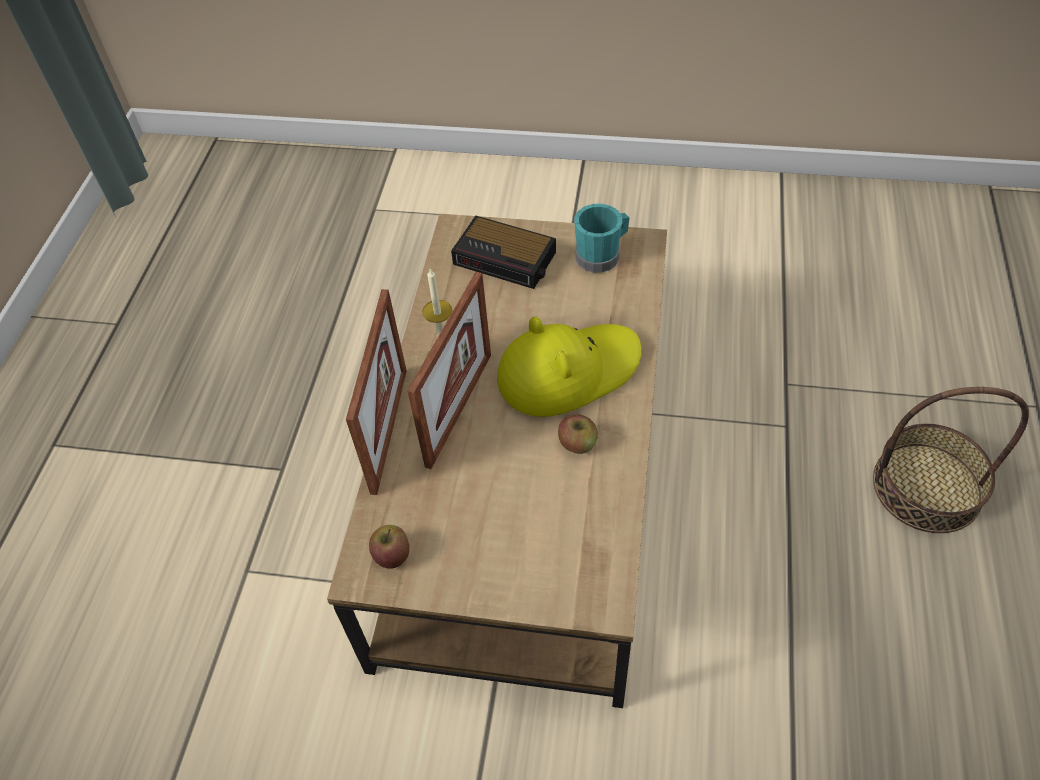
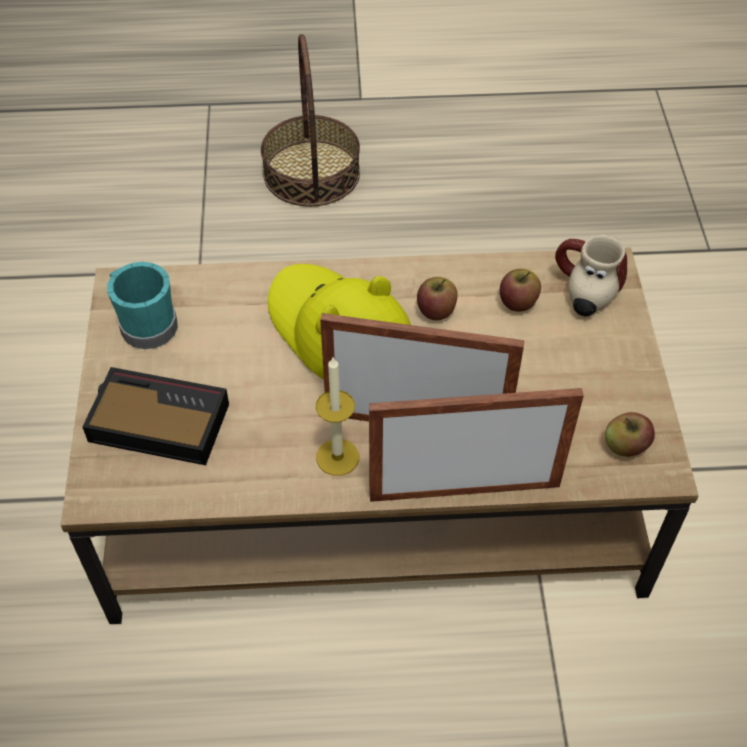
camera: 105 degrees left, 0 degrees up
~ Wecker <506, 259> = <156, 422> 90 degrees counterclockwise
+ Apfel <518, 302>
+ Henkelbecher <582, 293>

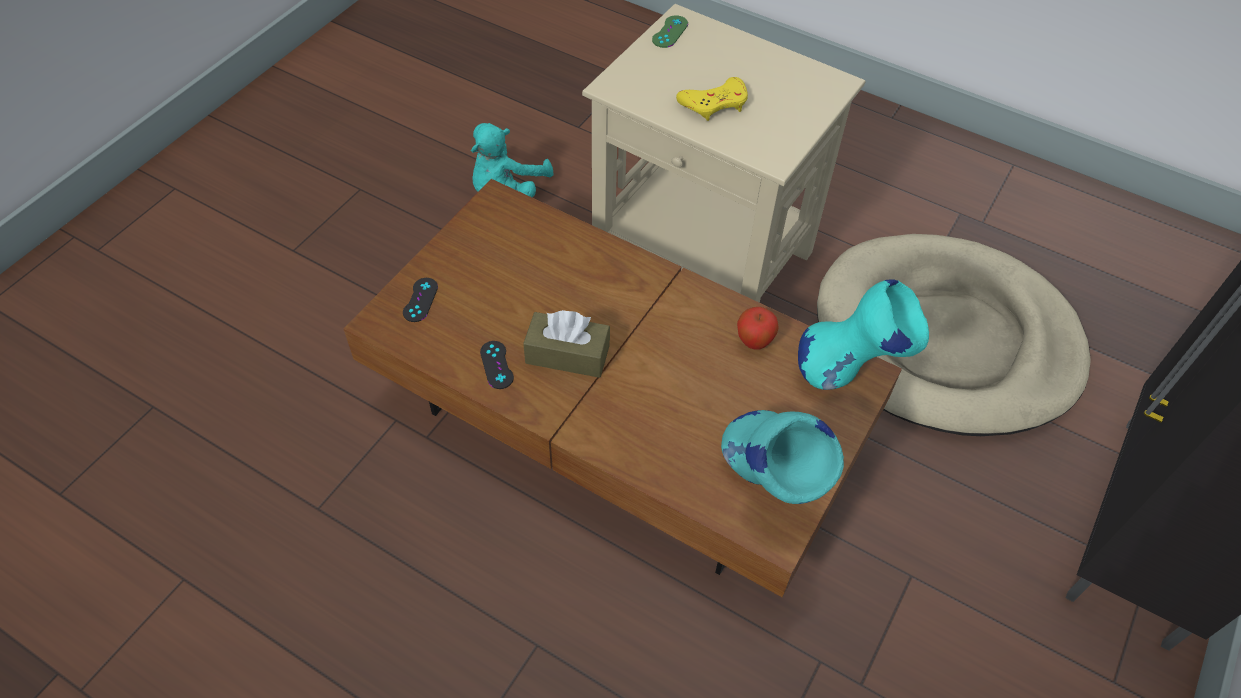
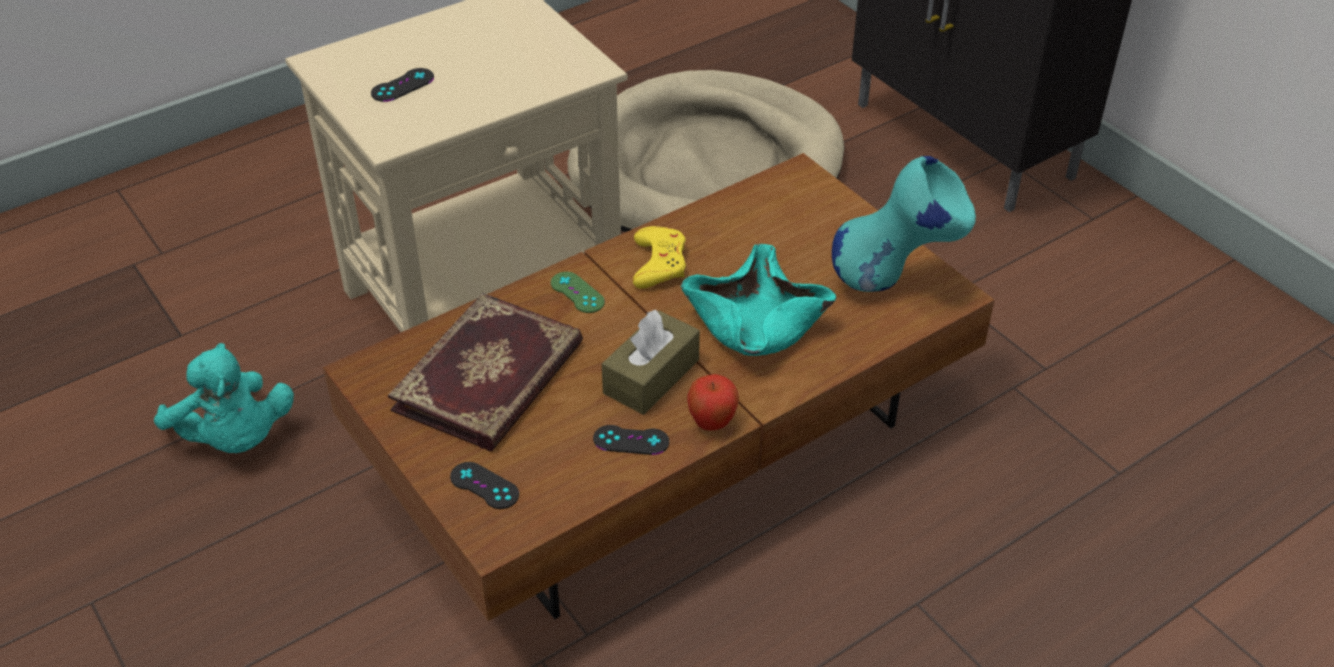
camera: 65 degrees left, 10 degrees down
+ Gamepad (schwarz) <402, 85>
+ Buch <491, 378>
~ Gamepad (grün) <670, 32> to <577, 293>
~ Gamepad (gelb) <714, 103> to <659, 263>
+ Schüssel (türkis) <755, 325>
~ Apfel <754, 342> to <712, 423>
- Vase (türkis) <850, 374>

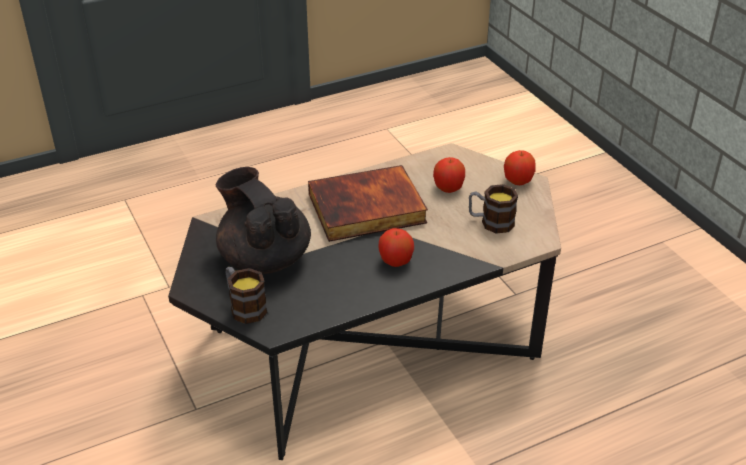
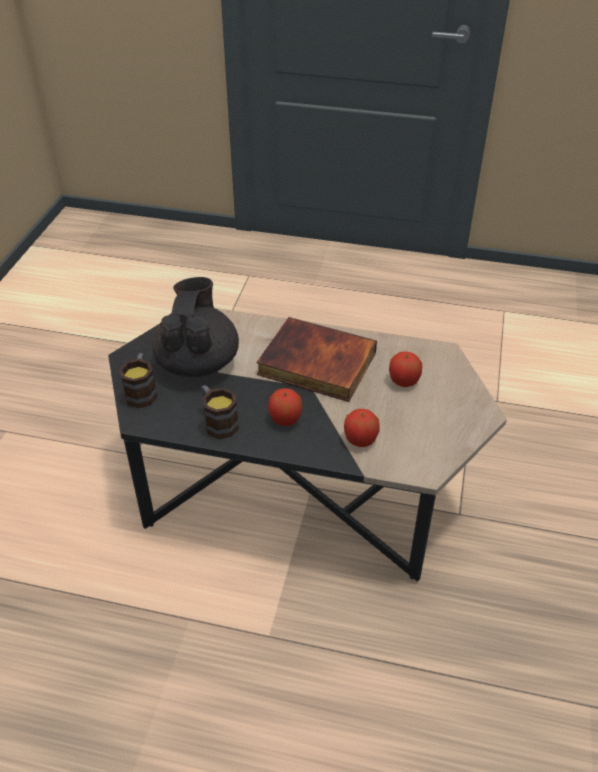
camera: 40 degrees right, 5 degrees up
~ Henkelbecher <490, 222> to <218, 422>
~ Apfel <518, 181> to <360, 440>

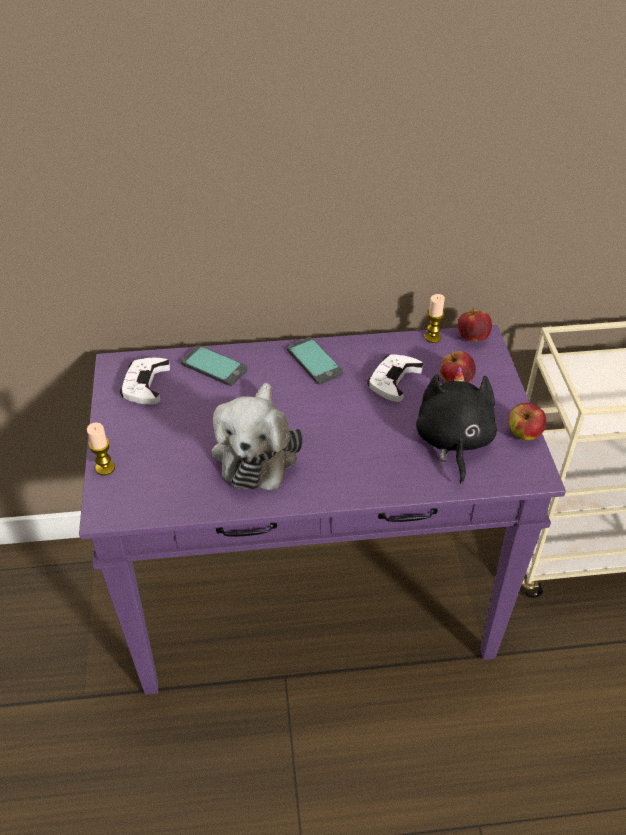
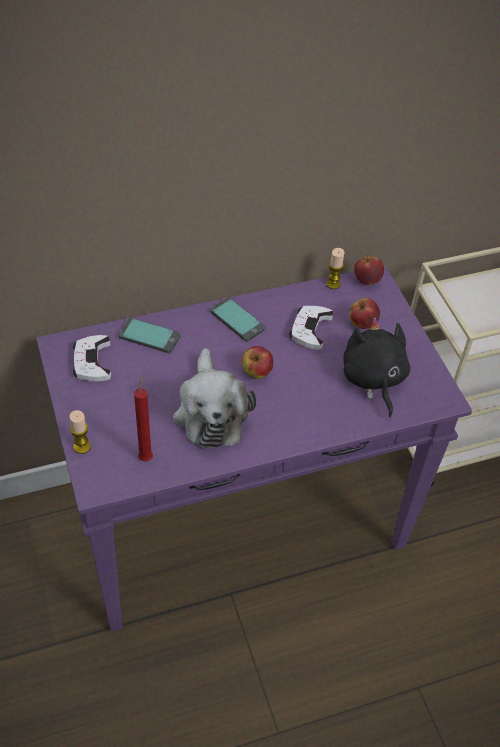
camera: 15 degrees left, 5 degrees up
+ Kerze (rot) <146, 457>
~ Apfel <523, 434> to <256, 372>

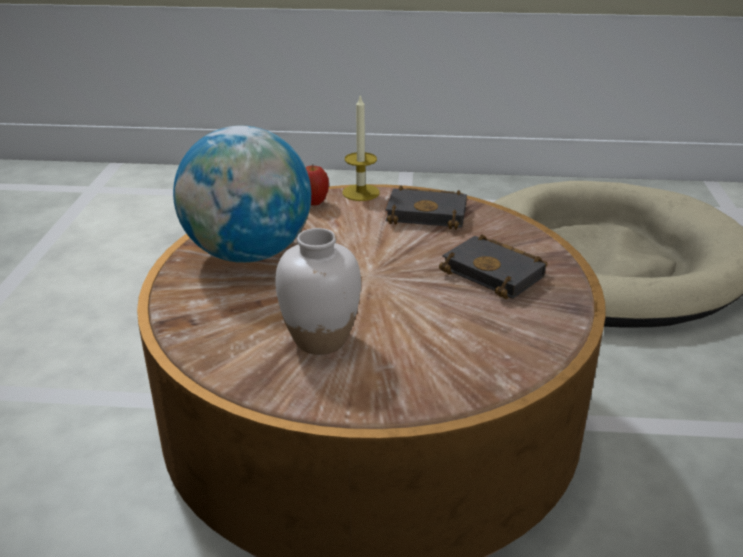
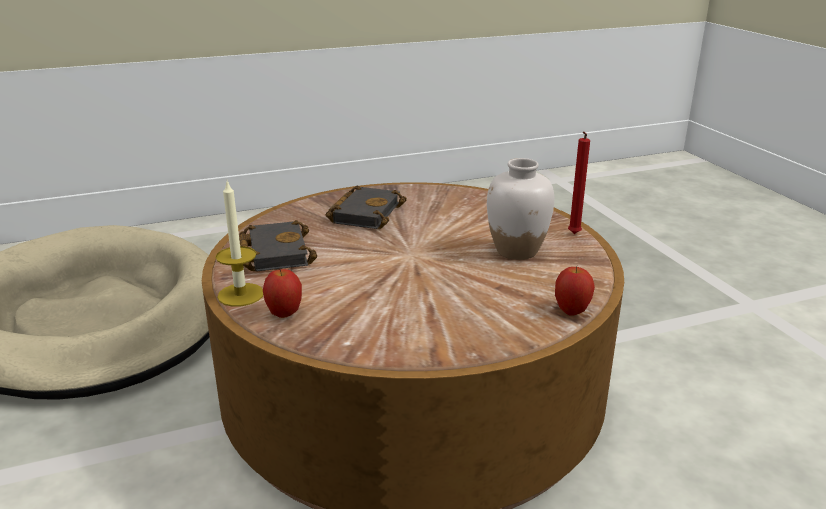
camera: 115 degrees left, 5 degrees down
+ Apfel <571, 311>
+ Kerze (rot) <573, 234>
- Globus <248, 253>

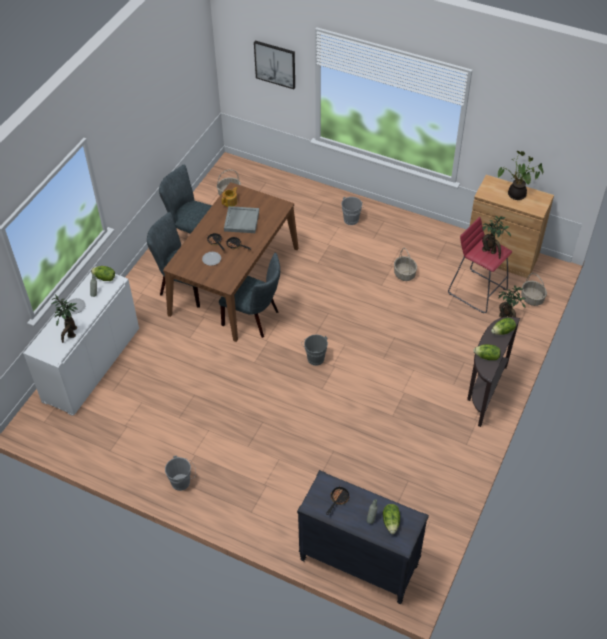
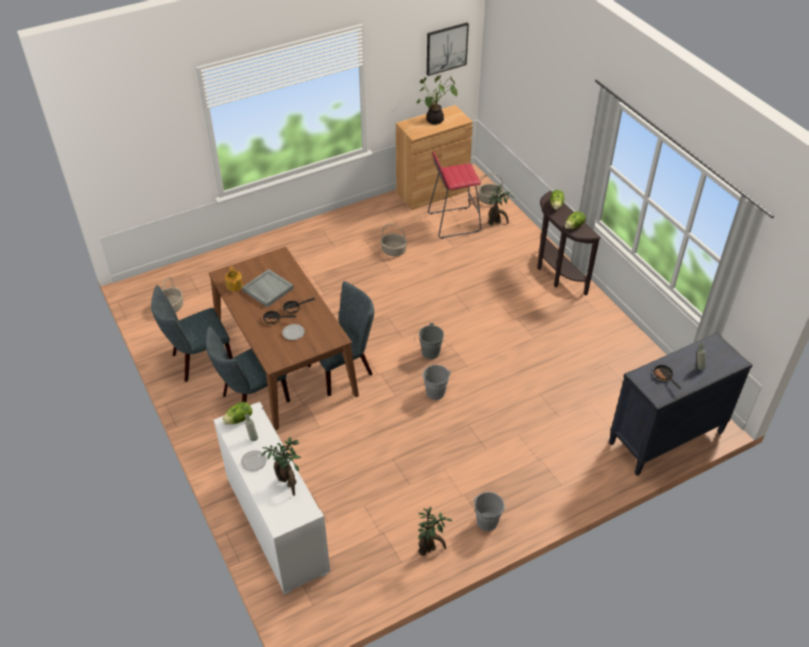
camera: 55 degrees left, 5 degrees down
~ Topfpflanze <490, 252> to <430, 549>
~ Eimer (grau) <352, 219> to <435, 391>
~ Bild <275, 64> to <446, 48>
- Salatkopf <391, 522>

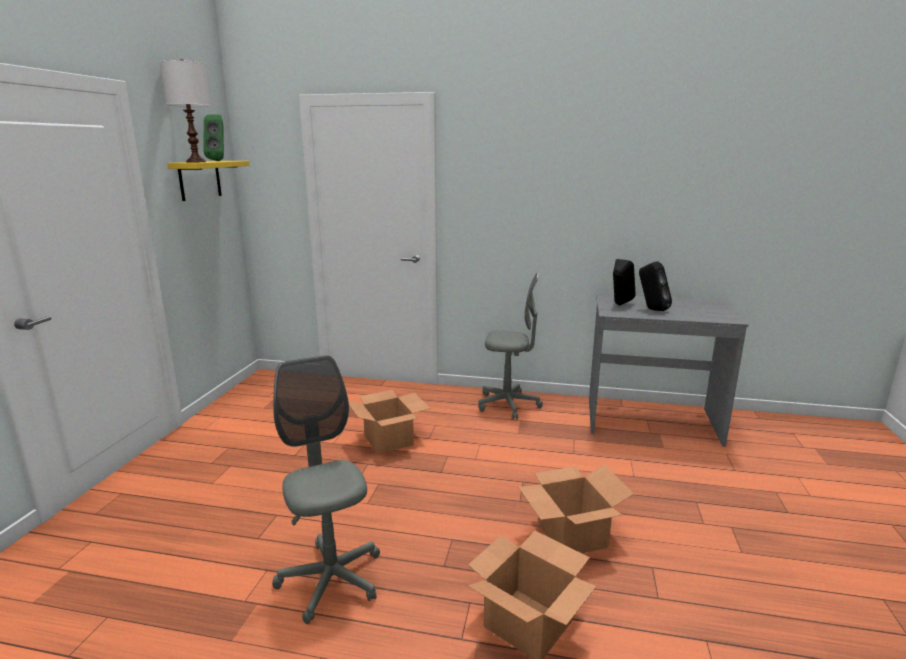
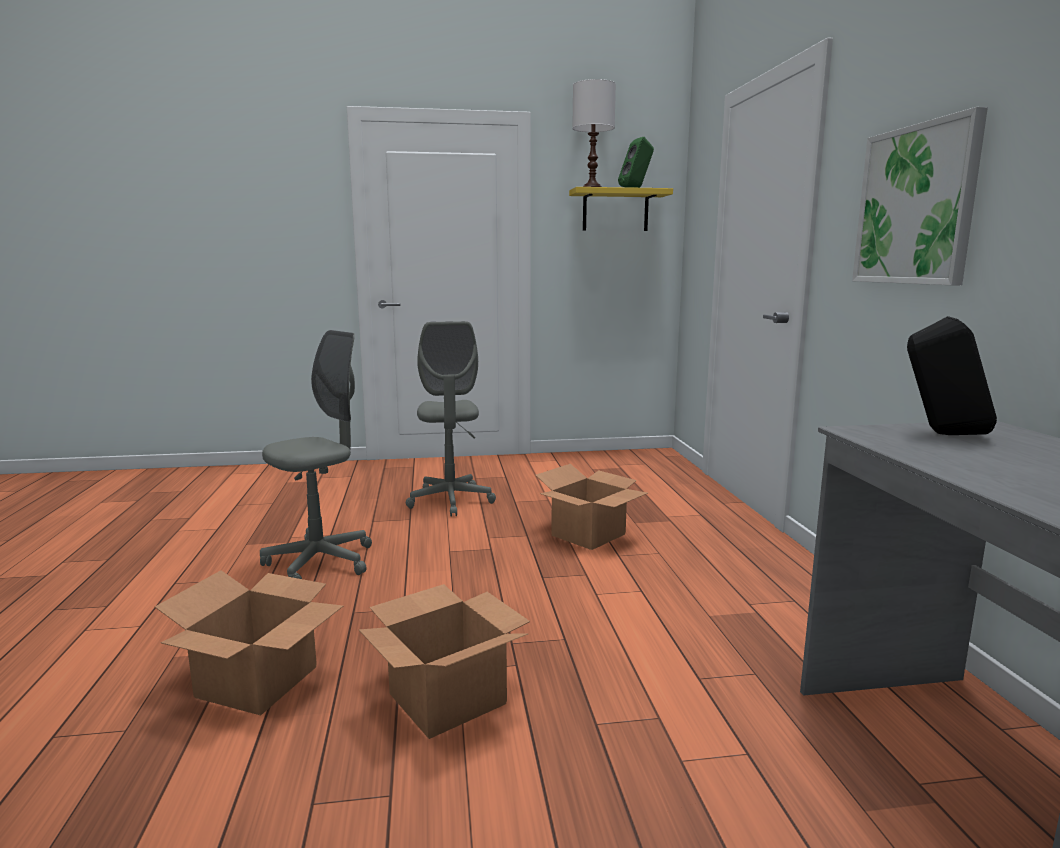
camera: 70 degrees right, 5 degrees down
~ Bürostuhl (grau) <508, 405> to <450, 501>
+ Bild <916, 205>
- Lautsprecher (schwarz) <651, 309>

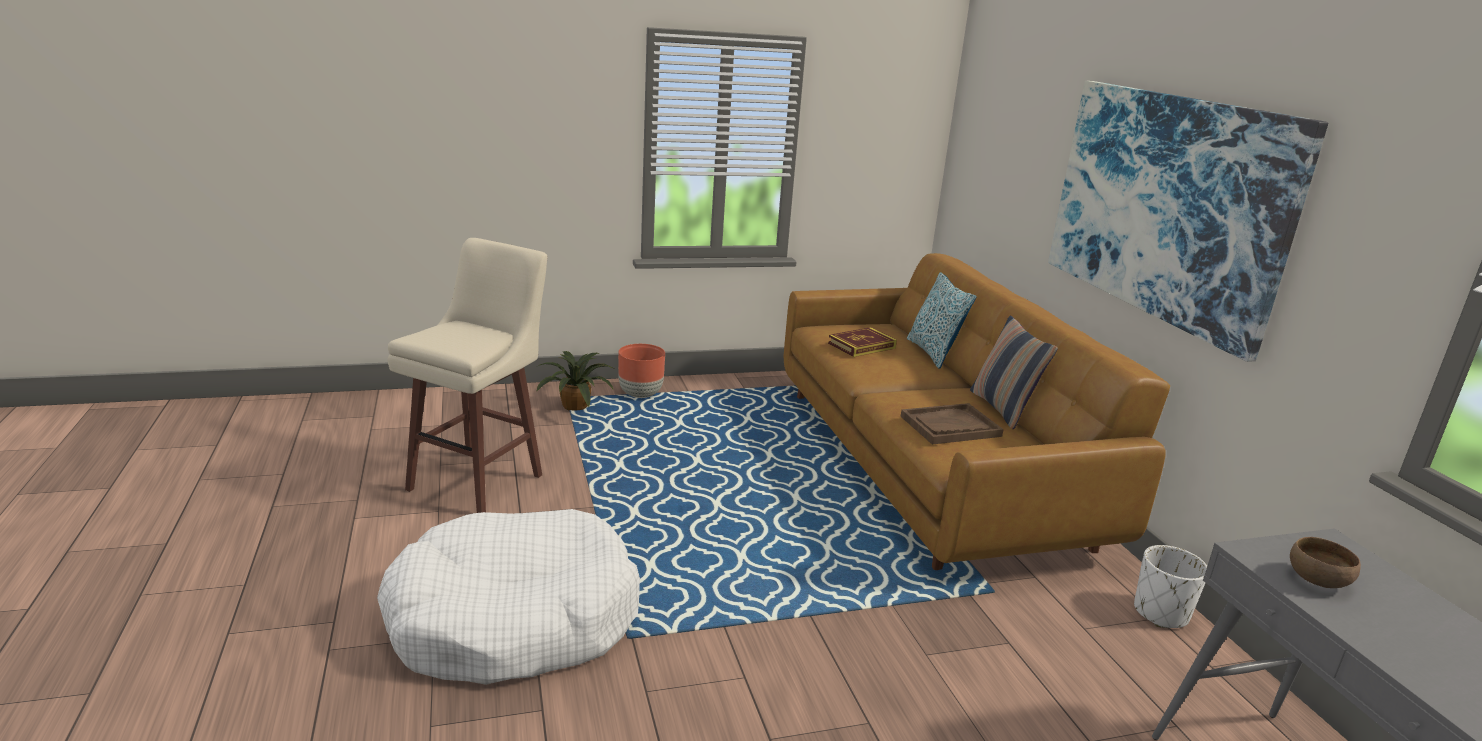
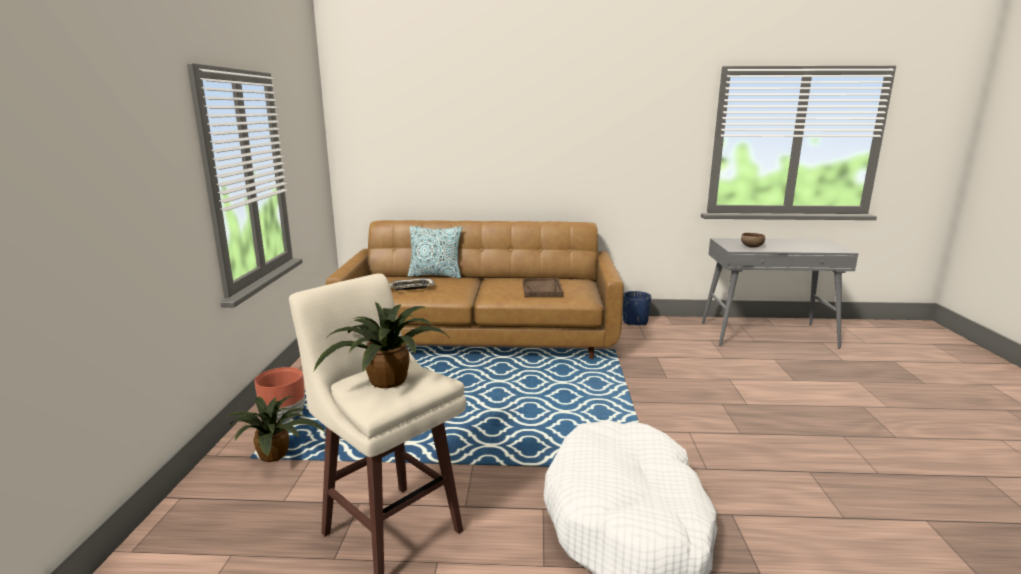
camera: 70 degrees left, 5 degrees down
+ Topfpflanze <386, 382>
~ Buch <861, 346> to Tablett <411, 288>
~ Pflanzkübel (weiß) <1161, 613> to Pflanzkübel (blau) <635, 322>
- Kissen <1002, 409>
- Bild <1166, 206>

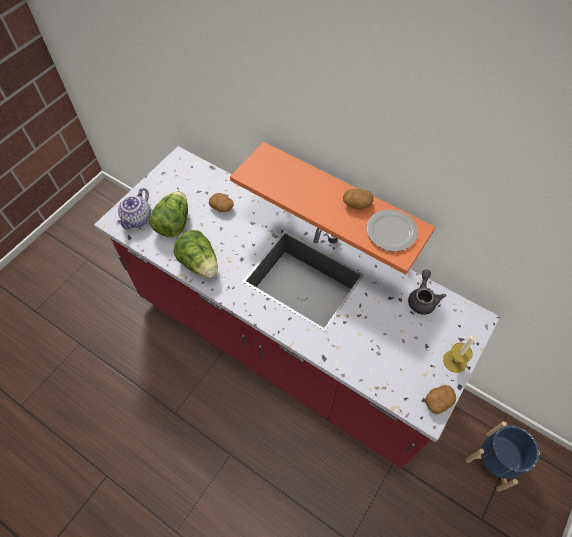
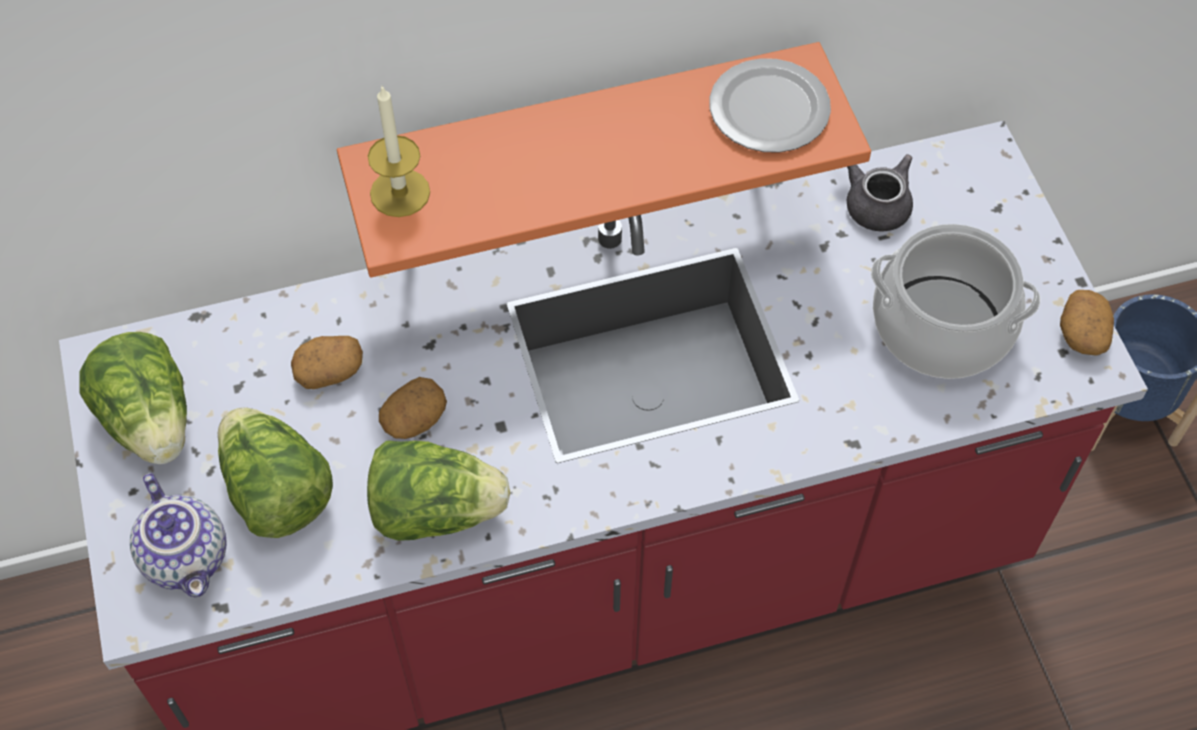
camera: 50 degrees left, 0 degrees up
+ Salatkopf <151, 420>
~ Kerze <455, 361> to <400, 193>
~ Kartoffel <357, 204> to <414, 419>
+ Kochtopf <941, 327>

